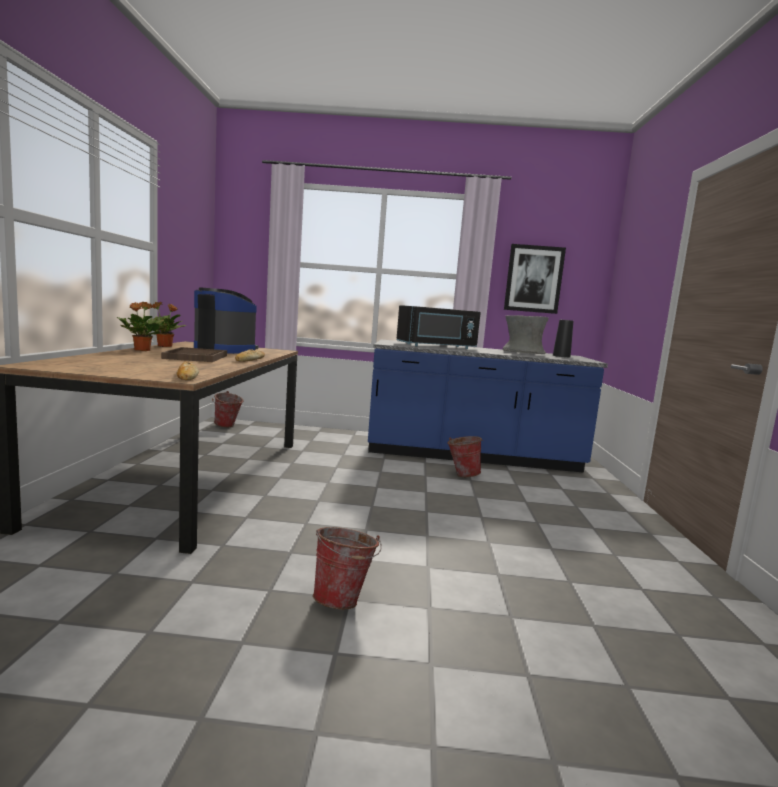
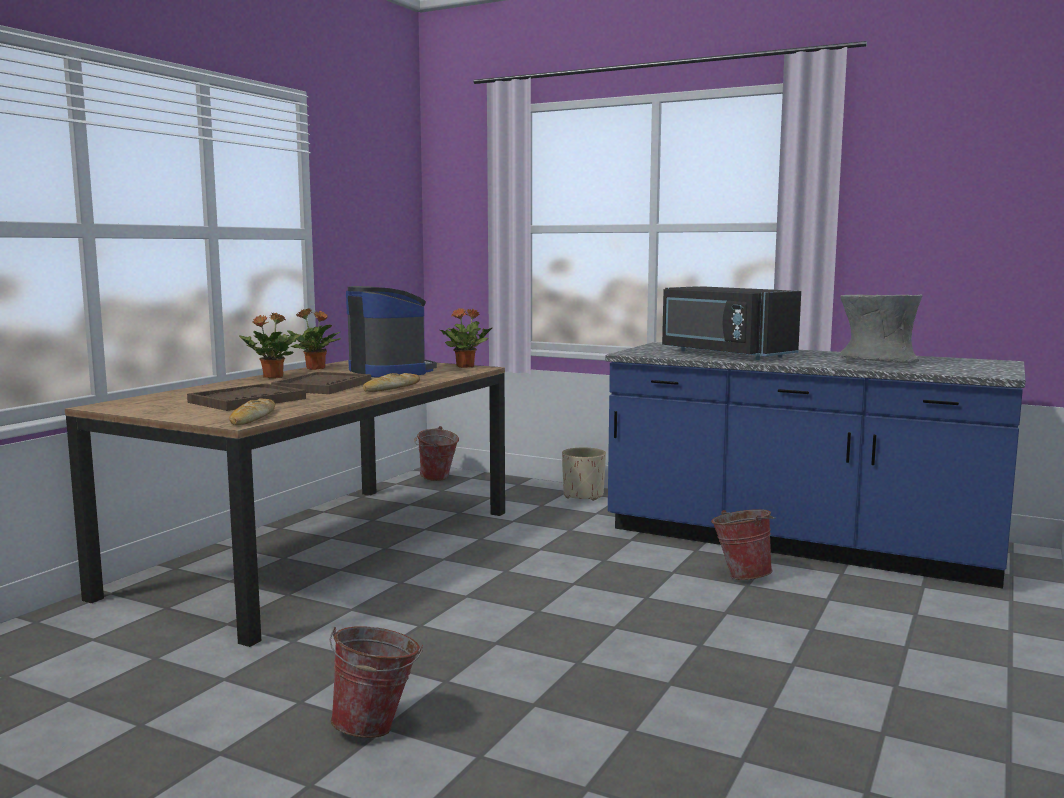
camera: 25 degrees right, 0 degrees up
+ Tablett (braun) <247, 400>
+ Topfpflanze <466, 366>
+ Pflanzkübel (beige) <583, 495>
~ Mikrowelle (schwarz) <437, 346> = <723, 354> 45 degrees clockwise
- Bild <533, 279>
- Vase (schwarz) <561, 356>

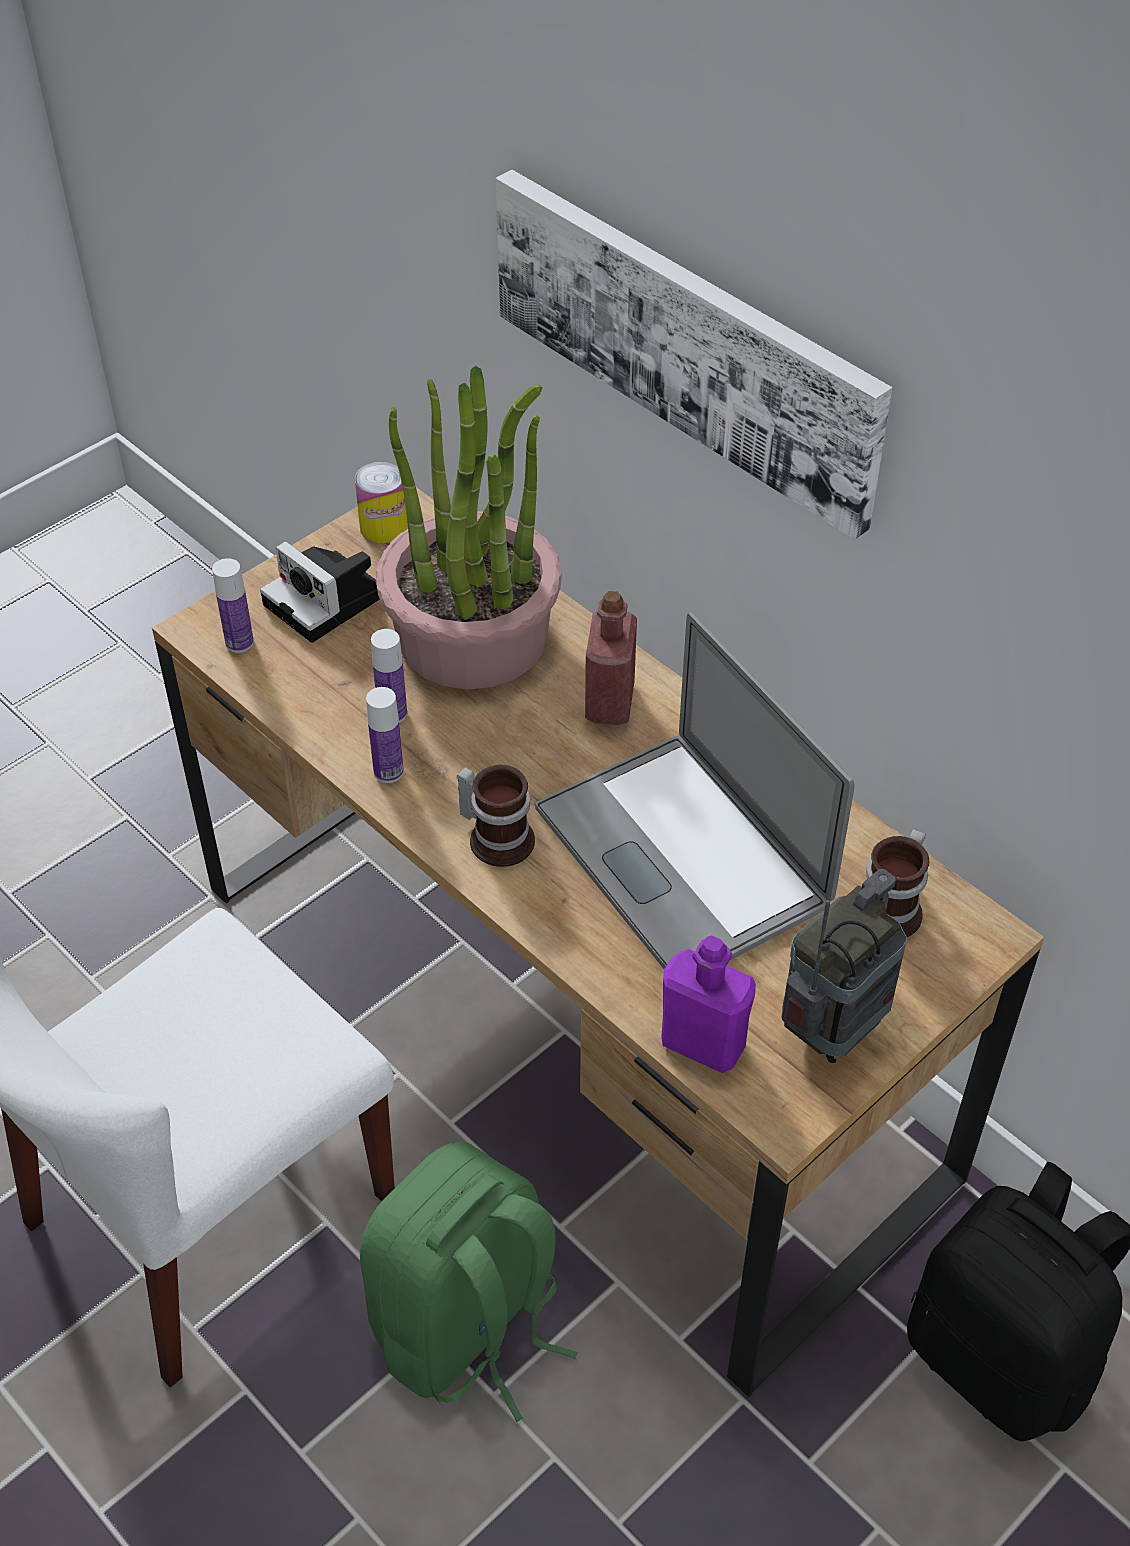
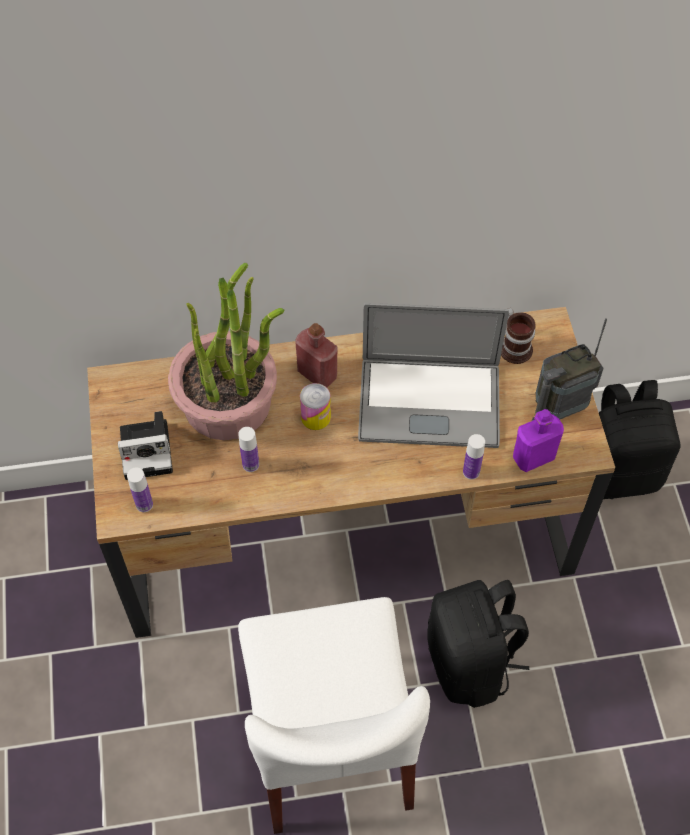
camera: 55 degrees left, 10 degrees up
~ Dose <383, 527> to <315, 417>
~ Rucksack (grün) <469, 1328> to Rucksack (schwarz) <470, 663>
~ Flasche <388, 772> to <471, 472>
~ Radio <833, 1030> = <559, 407> 105 degrees counterclockwise
- Henkelbecher <498, 836>
- Bild <686, 343>

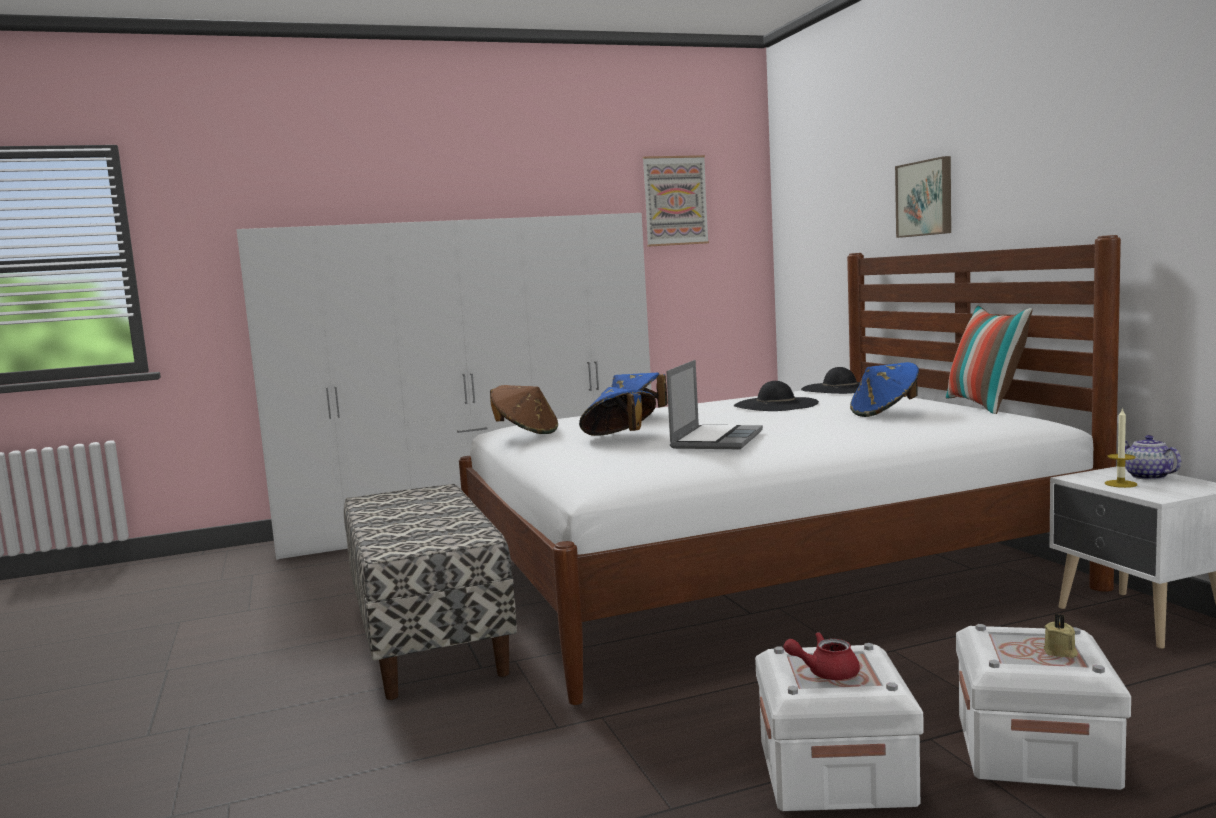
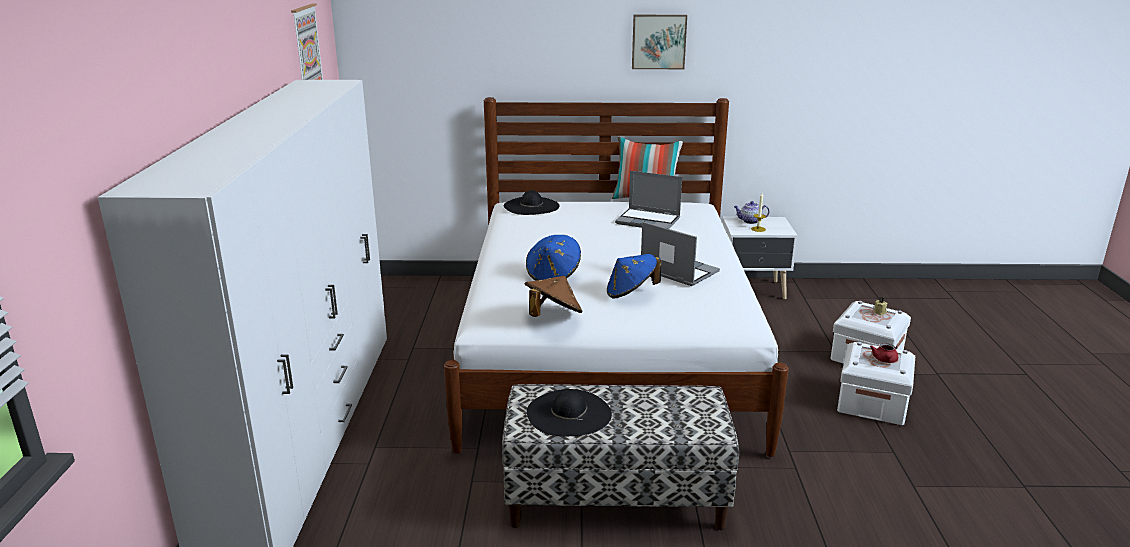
camera: 70 degrees left, 15 degrees up
~ Hut (schwarz) <776, 404> to <568, 413>
~ Hut (blau) <885, 413> to Laptop <649, 221>
~ Bild <926, 198> to <658, 41>

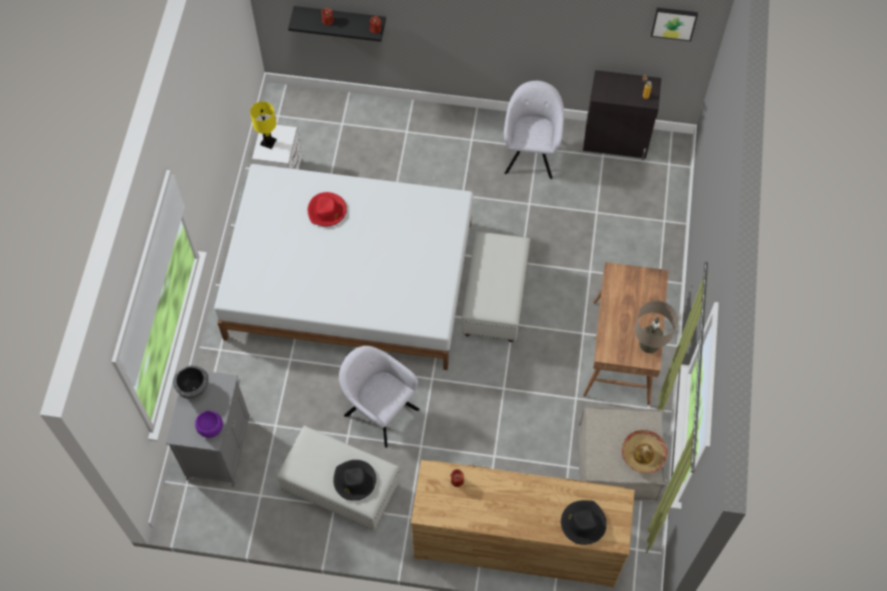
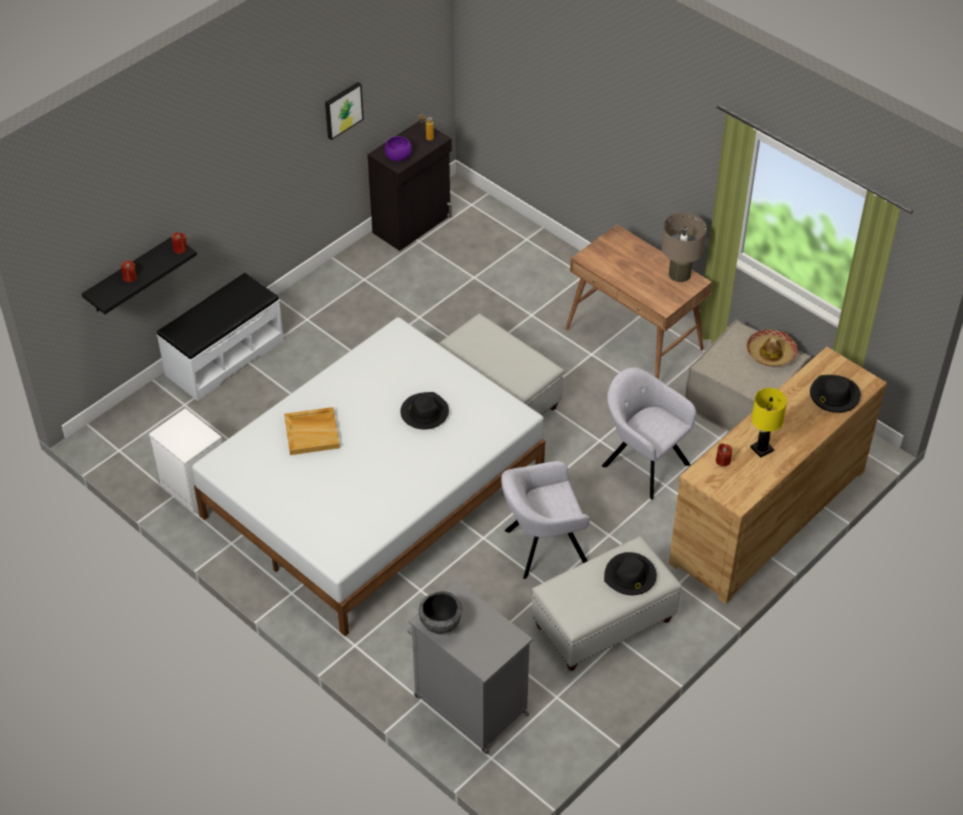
camera: 55 degrees left, 15 degrees down
+ Bank (weiß) <224, 357>
~ Hut (rot) <327, 211> to Tablett (beige) <312, 432>
~ Bild <674, 22> to <342, 109>
~ Schüssel (lila) <210, 428> to <398, 157>
+ Hut (schwarz) <424, 413>
~ Sessel (grau) <531, 153> to <643, 463>
~ Tischlampe (gelb) <268, 142> to <761, 449>

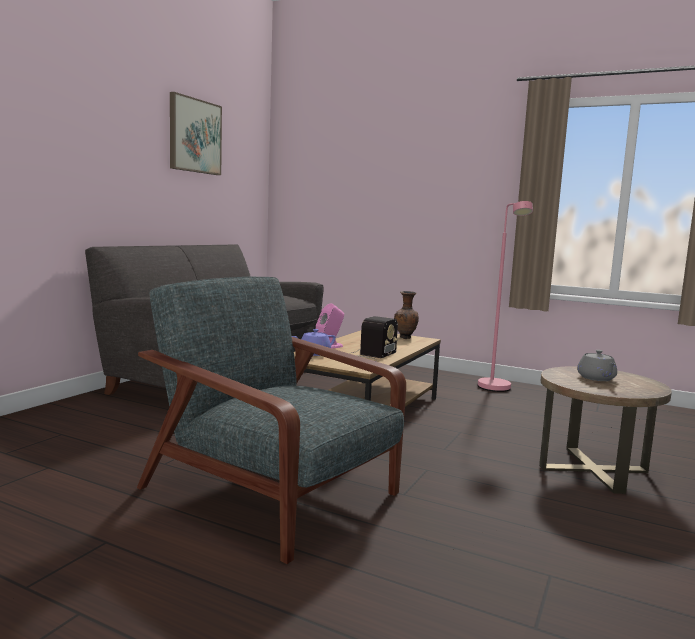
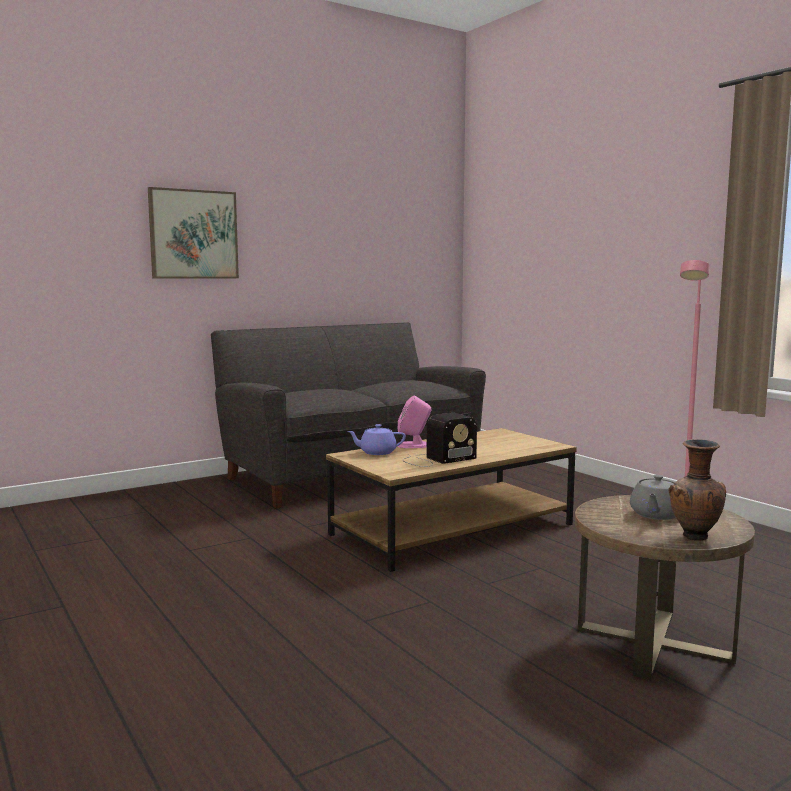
camera: 30 degrees right, 0 degrees up
~ Bild <195, 136> to <193, 234>
~ Vase (braun) <405, 338> to <694, 538>
- Sessel (grau) <273, 493>

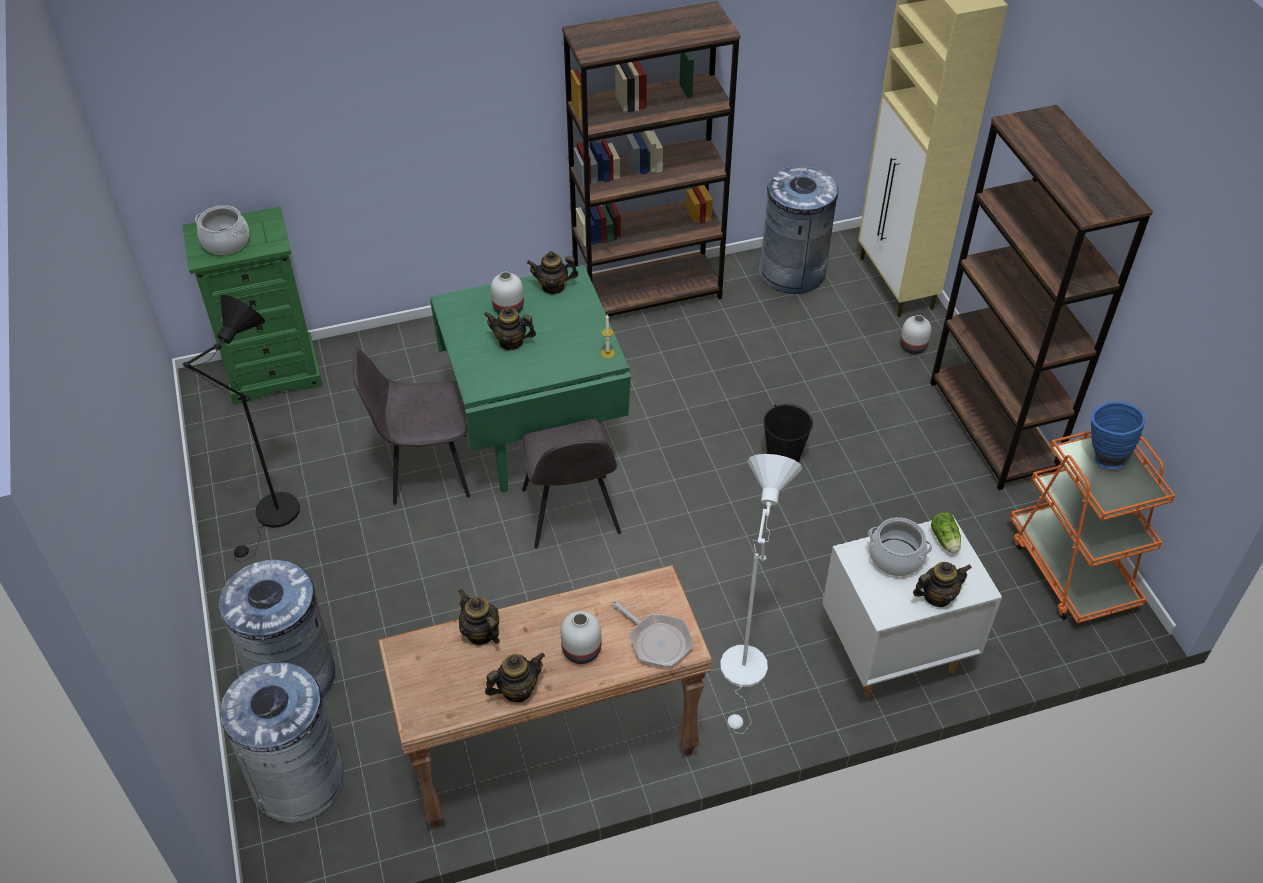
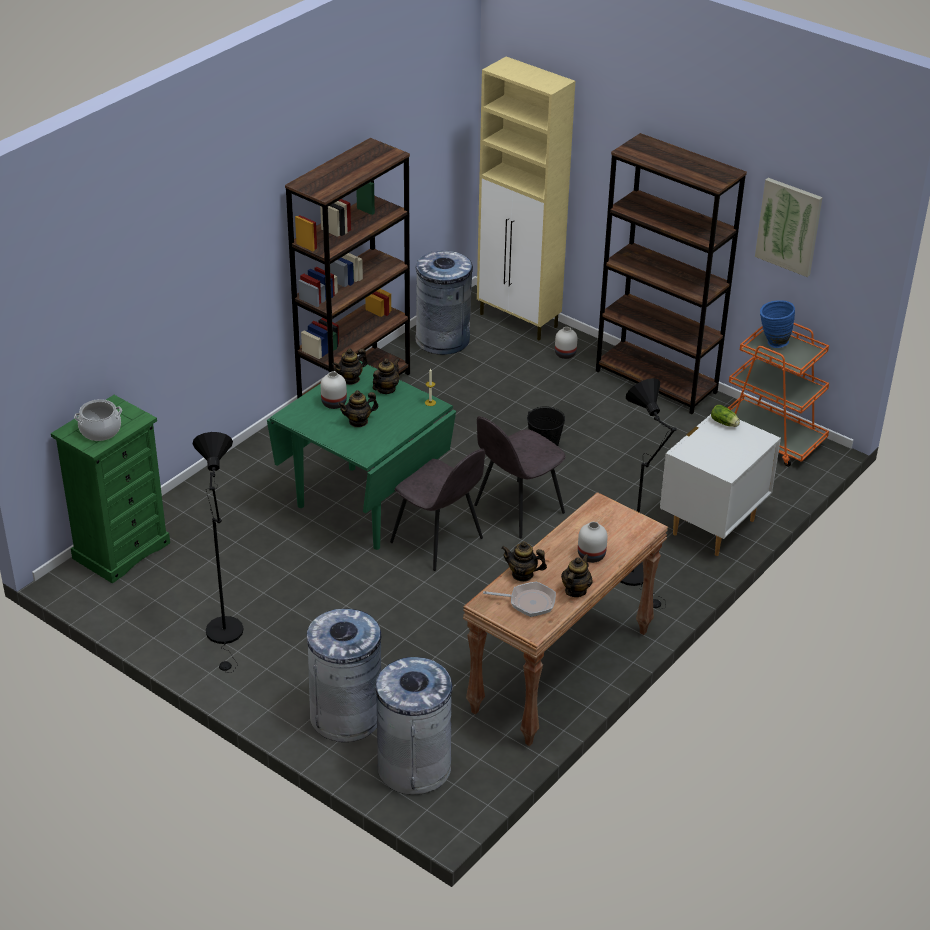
camera: 35 degrees left, 10 degrees down
~ Teekanne <937, 596> to <386, 389>
~ Stuhl (grau) <427, 469> to <517, 510>
~ Pfanne <657, 641> to <528, 602>
~ Stehlampe (weiß) <744, 675> to Stehlampe (schwarz) <637, 578>
+ Bild <789, 226>
- Kochtopf <896, 557>

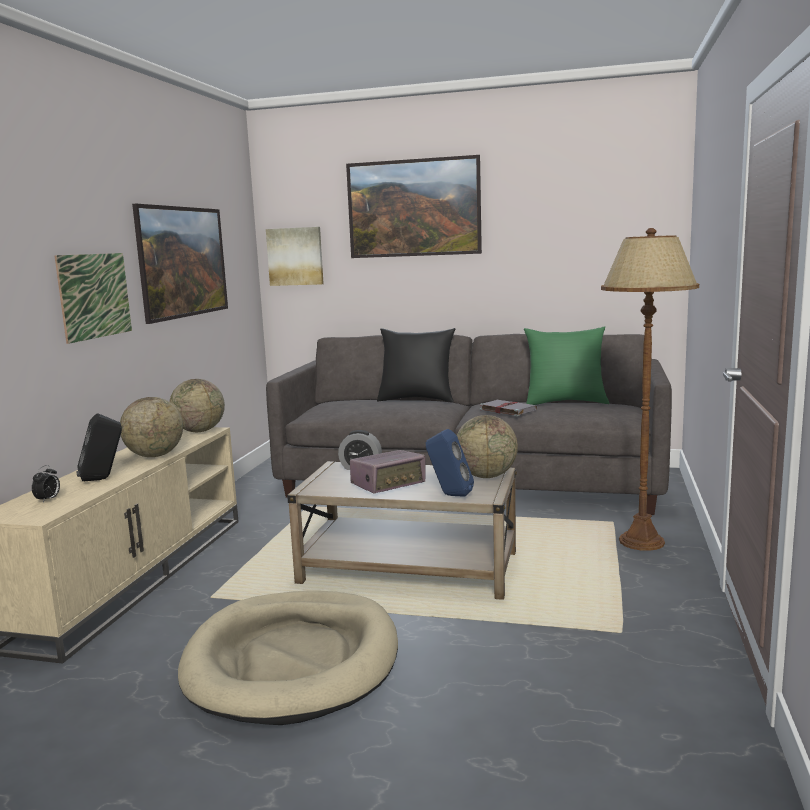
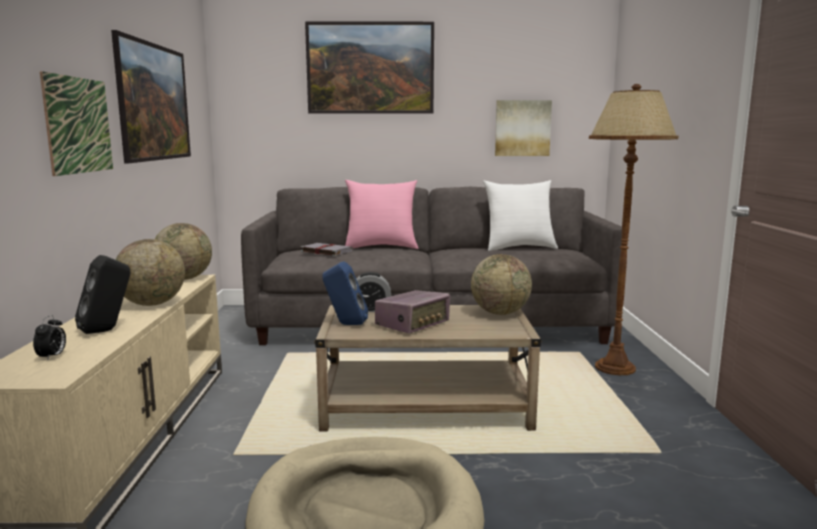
camera: 15 degrees left, 0 degrees up
~ Buch (grau) <507, 410> to <325, 251>
~ Lautsprecher (blau) <449, 495> to <345, 324>
~ Kissen (schwarz) <417, 399> to Kissen (rosa) <381, 247>
~ Kissen (grün) <565, 402> to Kissen (weiß) <519, 247>
~ Bild <295, 256> to <522, 128>

